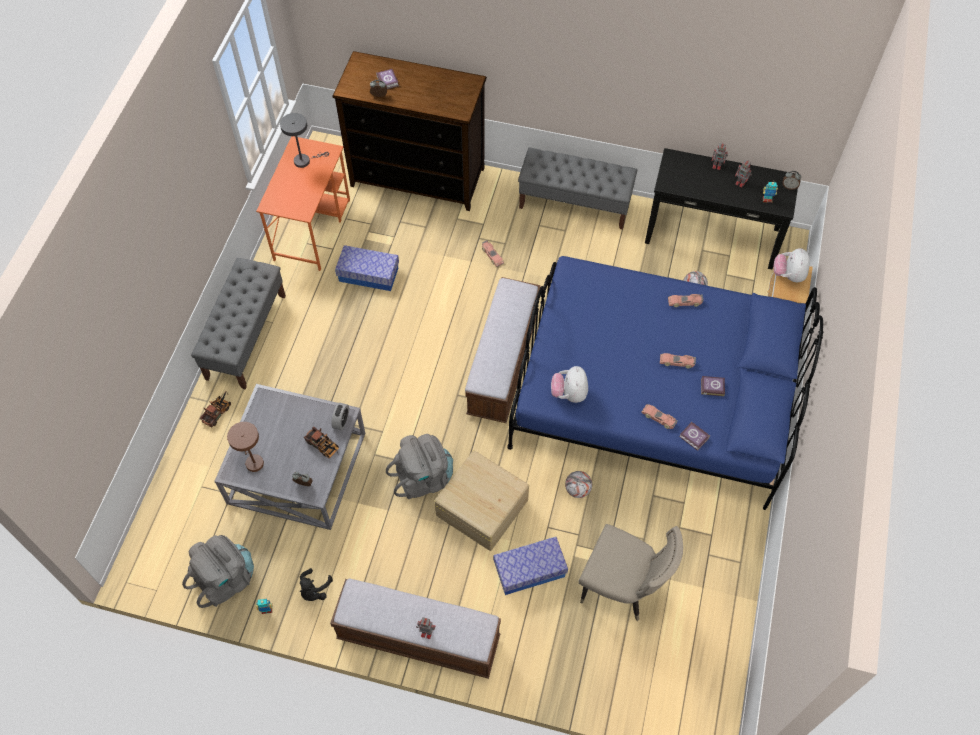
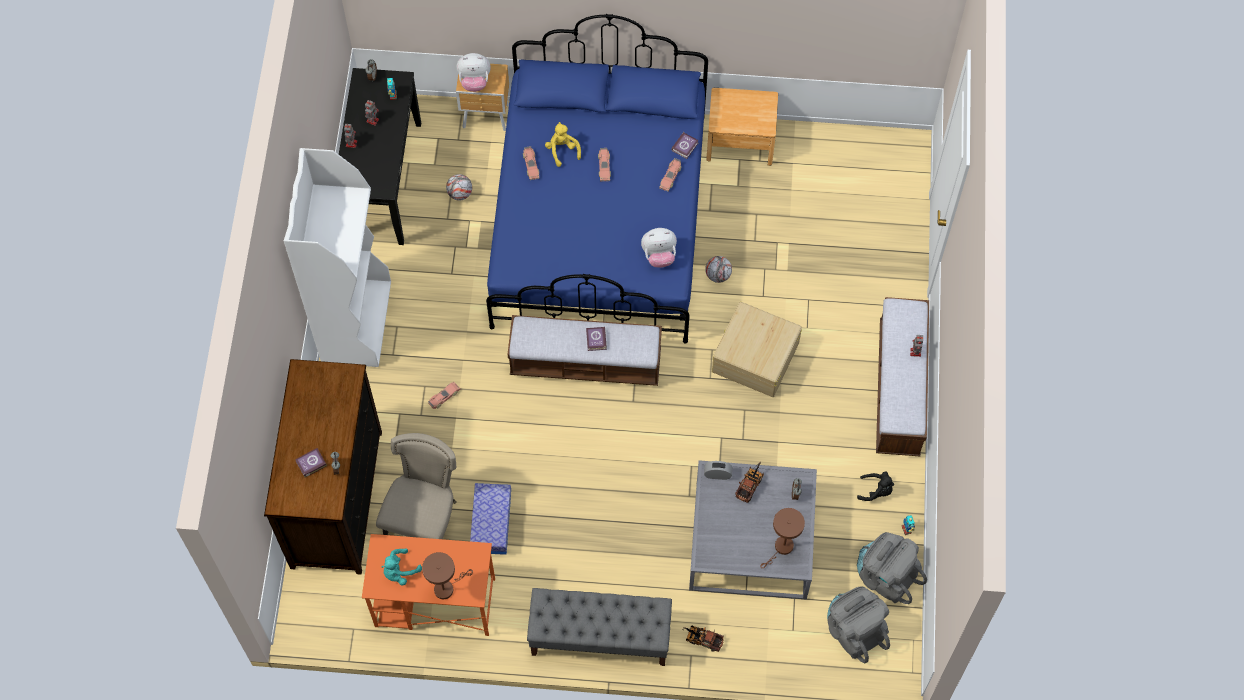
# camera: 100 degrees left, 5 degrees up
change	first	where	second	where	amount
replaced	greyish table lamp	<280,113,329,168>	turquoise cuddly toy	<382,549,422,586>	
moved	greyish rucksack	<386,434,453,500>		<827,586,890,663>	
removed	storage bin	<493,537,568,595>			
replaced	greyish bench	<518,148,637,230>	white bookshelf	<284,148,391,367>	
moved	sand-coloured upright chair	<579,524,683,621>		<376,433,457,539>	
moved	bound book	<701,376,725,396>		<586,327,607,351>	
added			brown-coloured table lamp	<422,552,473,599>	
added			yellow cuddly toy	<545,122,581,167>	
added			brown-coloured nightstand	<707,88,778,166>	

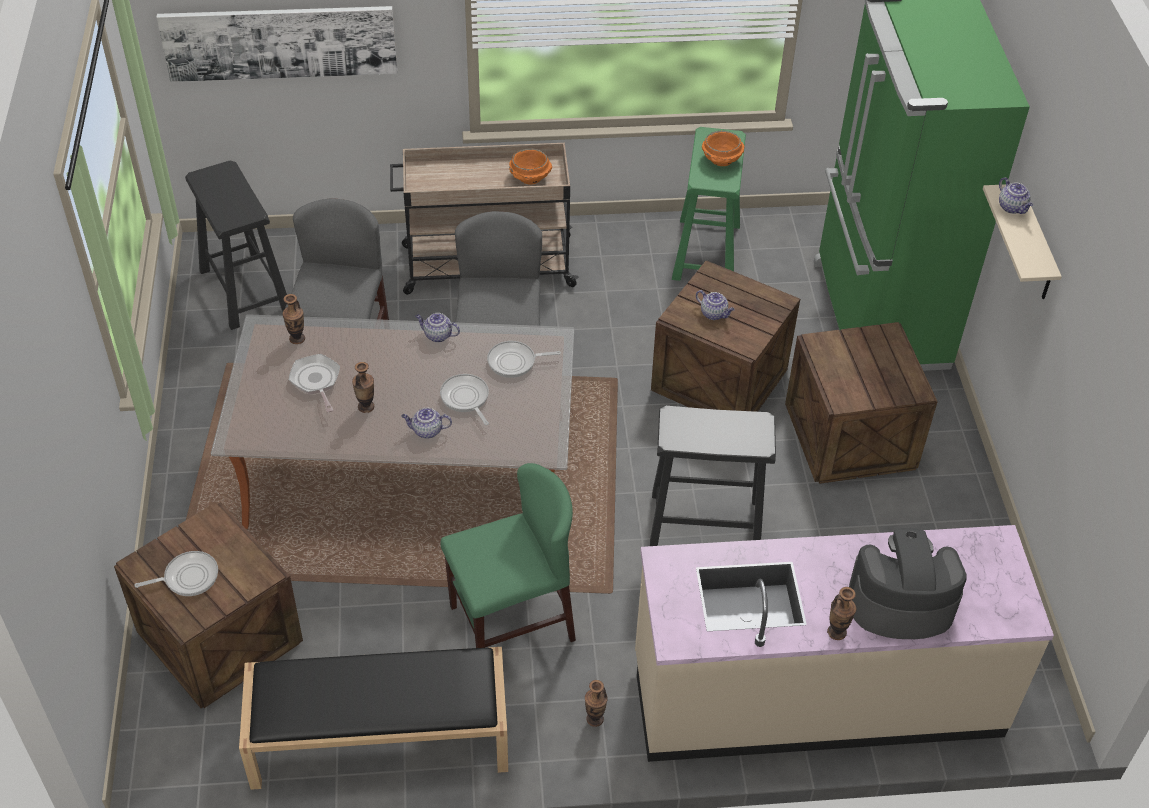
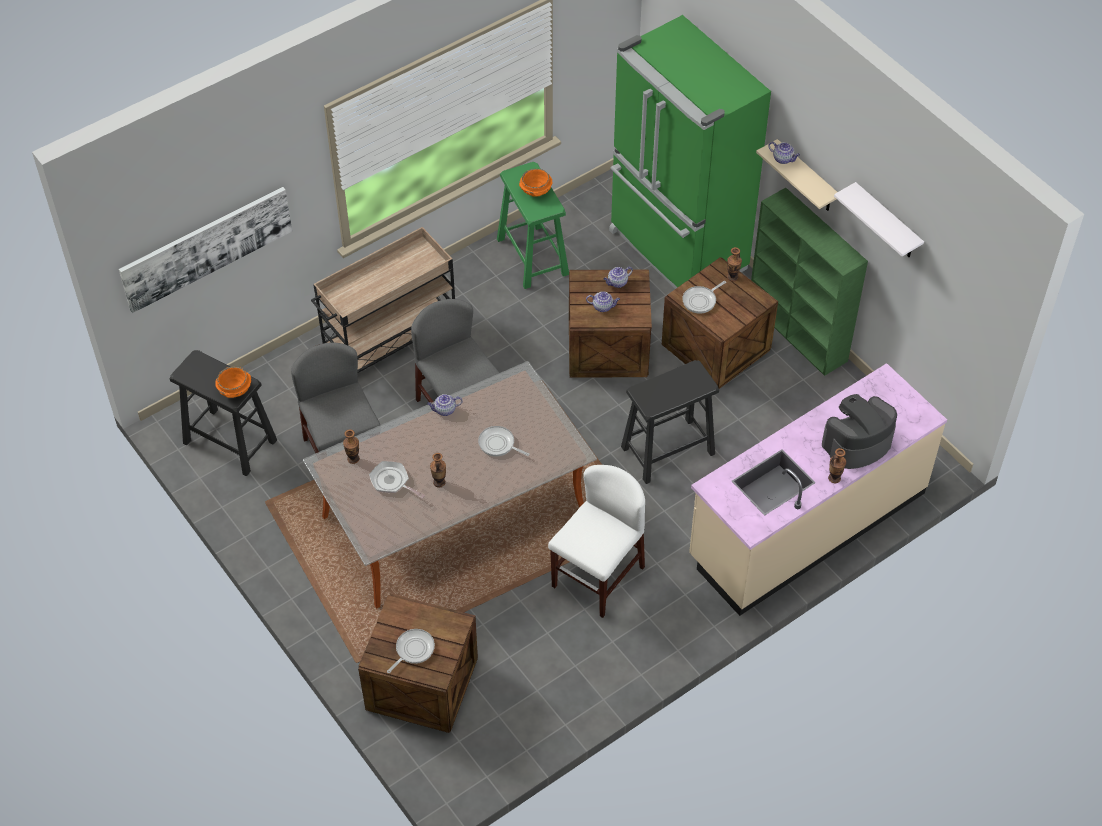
# camera: 30 degrees left, 5 degrees up
change	first	where	second	where	amount
removed	black-coloured bench	<239,647,508,790>			
moved	teapot	<401,407,452,439>		<604,267,633,288>	
recoloured	green-coloured upright chair	<440,463,576,648>	white upright chair	<548,465,645,618>	
moved	pan	<487,341,561,378>		<682,281,726,313>	
moved	orange deep dish	<509,148,552,184>		<215,367,251,398>	
moved	decorative vase	<585,680,608,727>		<727,247,742,282>	
added			green-coloured bookshelf	<751,188,868,376>	
added			white bracket shelf	<834,182,924,257>	

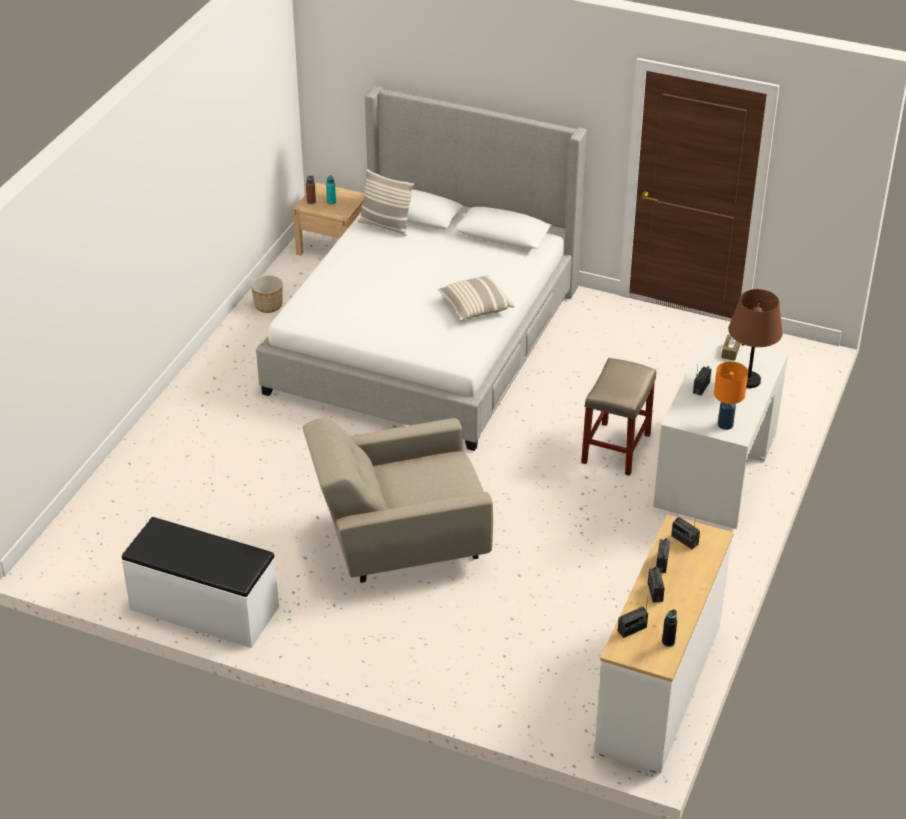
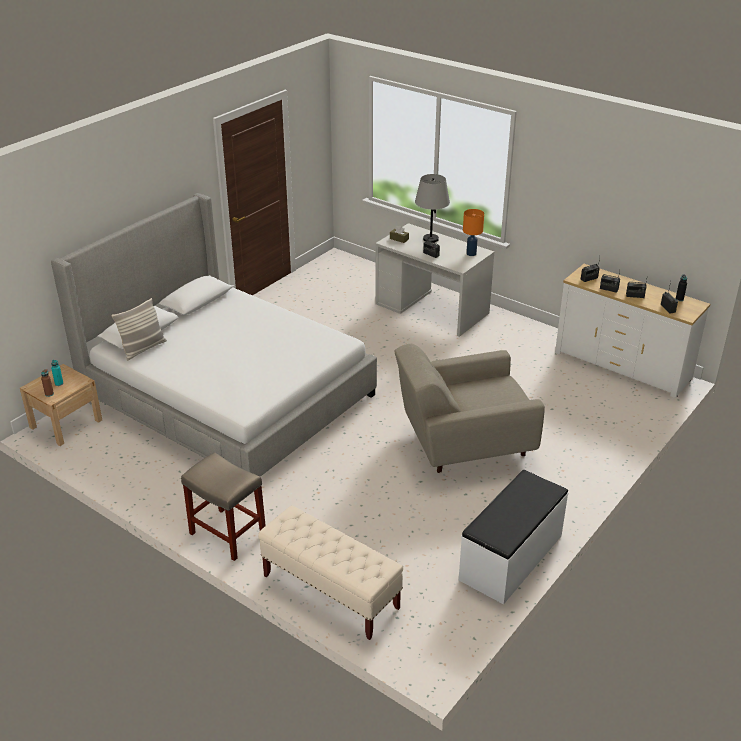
# camera: 75 degrees left, 5 degrees down
change	first	where	second	where	amount
removed	flower pot	<251,275,283,313>			
turned	sand-coloured easy chair	<303,418,493,583>		<395,344,545,473>	75 degrees clockwise
removed	throw pillow	<437,275,515,321>			
moved	sand-coloured sitting stool	<581,358,656,476>		<181,452,266,561>	
recoloured	brown-coloured table lamp	<728,289,783,388>	greyish table lamp	<415,174,450,243>	
added			sand-coloured bench	<258,506,403,640>	

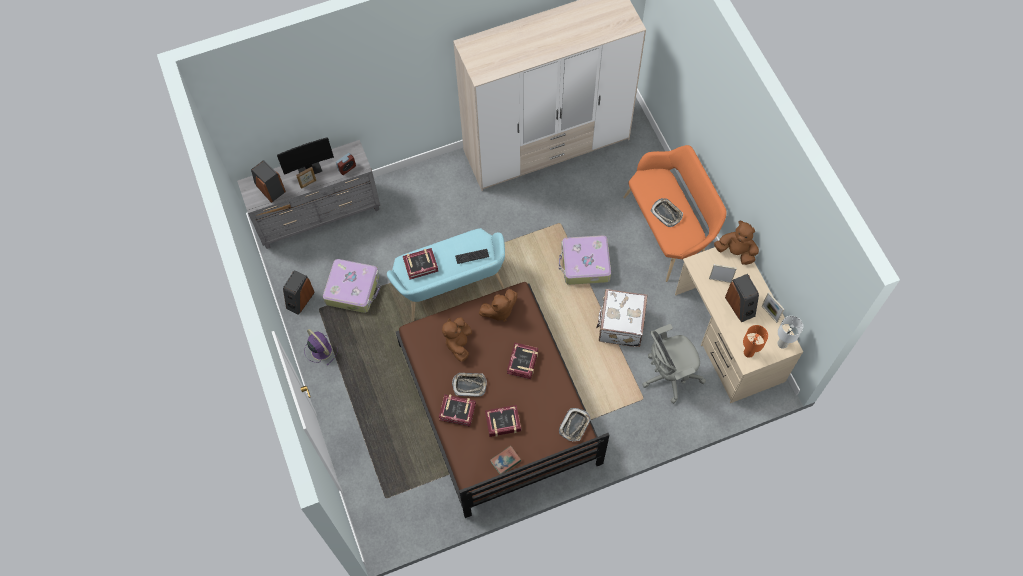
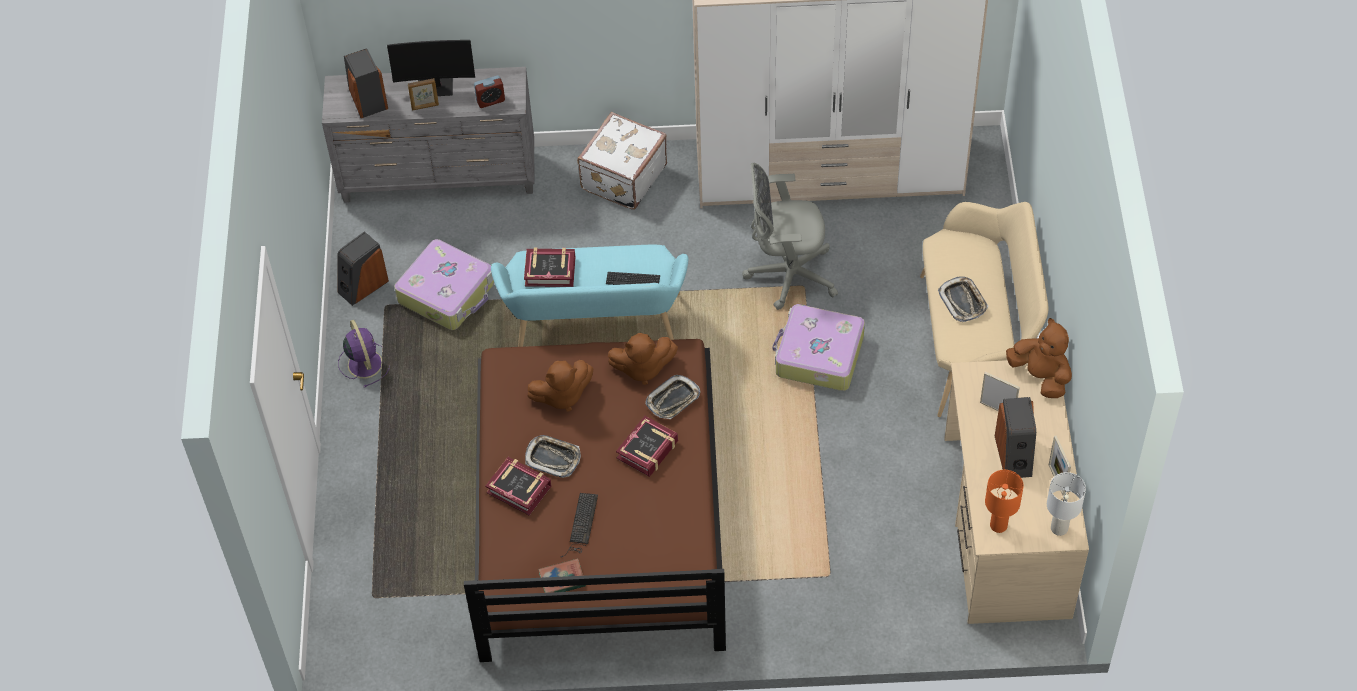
# camera: 20 degrees right, 10 degrees down
change	first	where	second	where	amount
turned	brown-coloured cuddly toy	<442,317,472,362>		<527,360,593,412>	135 degrees counterclockwise
replaced	bound book	<485,405,521,437>	computer keyboard	<561,493,598,557>	
moved	carrying tray	<559,408,591,441>		<645,375,701,419>	
moved	white suitcase	<596,289,648,347>		<577,112,667,210>	
recoloured	orange bench	<623,145,727,282>	sand-coloured bench	<920,202,1048,417>	
moved	greyish office chair	<642,324,706,404>		<742,163,838,310>	

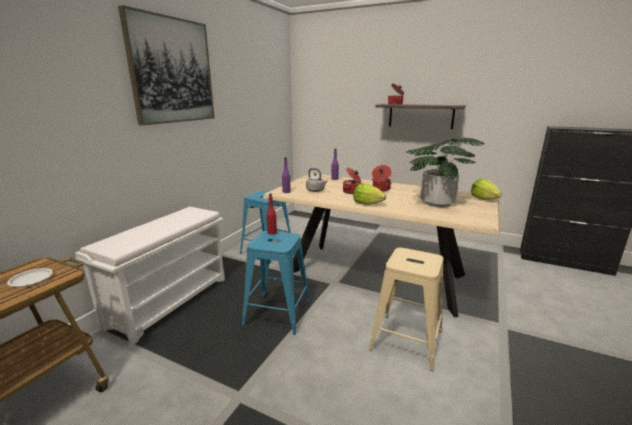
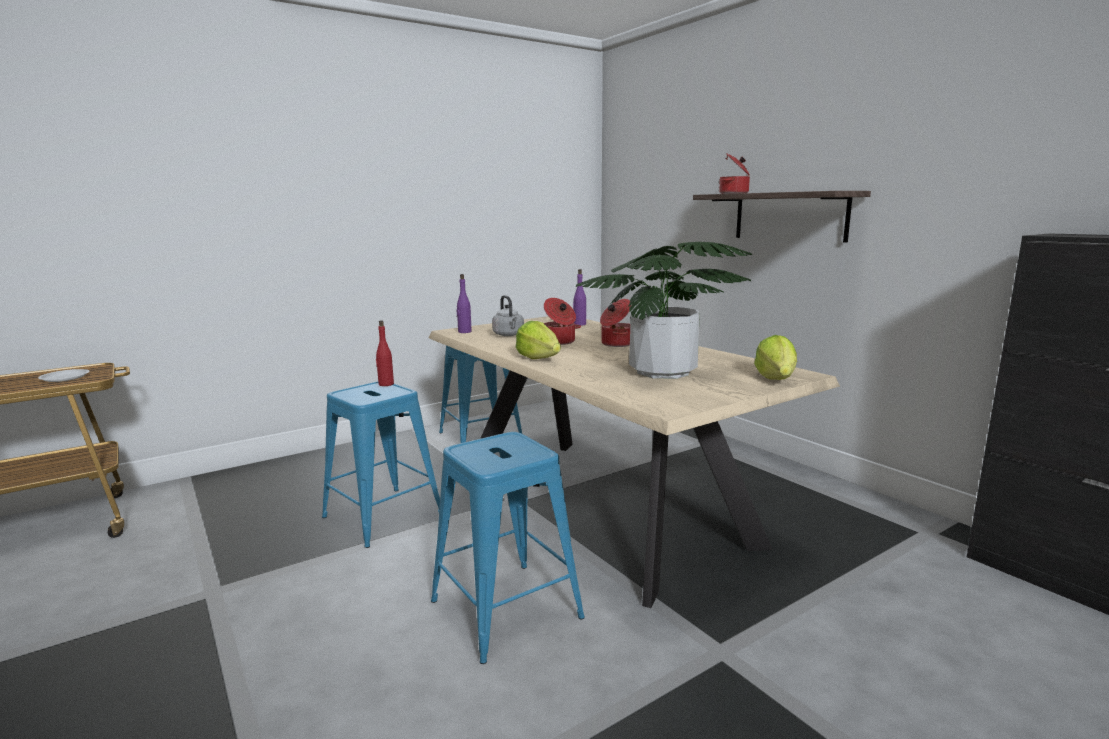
# camera: 30 degrees right, 5 degrees down
change	first	where	second	where	amount
removed	white bench	<75,207,225,346>			
removed	wall art	<118,5,215,126>			
recoloured	sand-coloured sitting stool	<369,247,443,371>	bluish sitting stool	<431,432,585,664>	

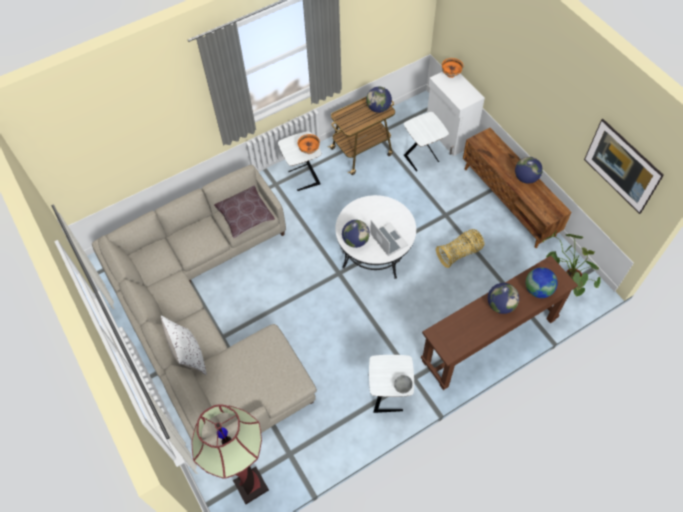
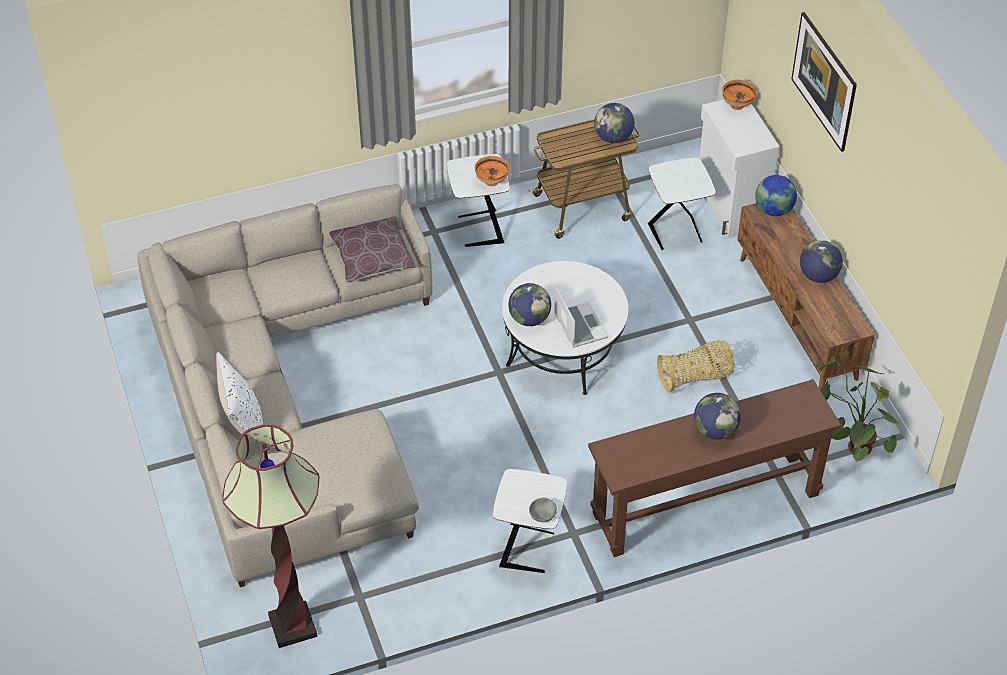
# camera: 10 degrees right, 10 degrees down
change	first	where	second	where	amount
moved	desk globe	<526,267,558,298>		<755,175,797,216>	
moved	wall art	<584,119,664,214>		<791,12,857,152>	

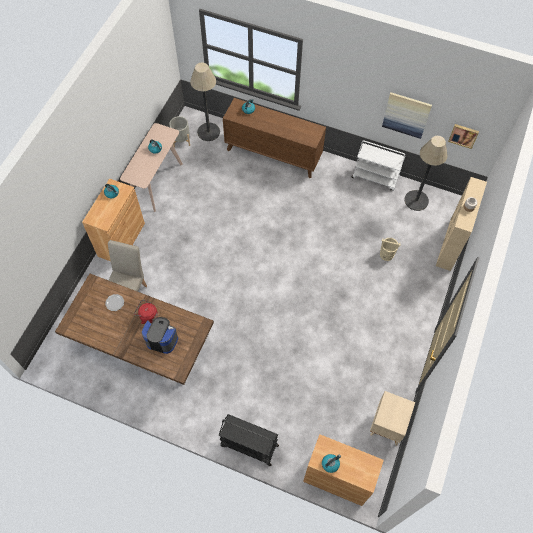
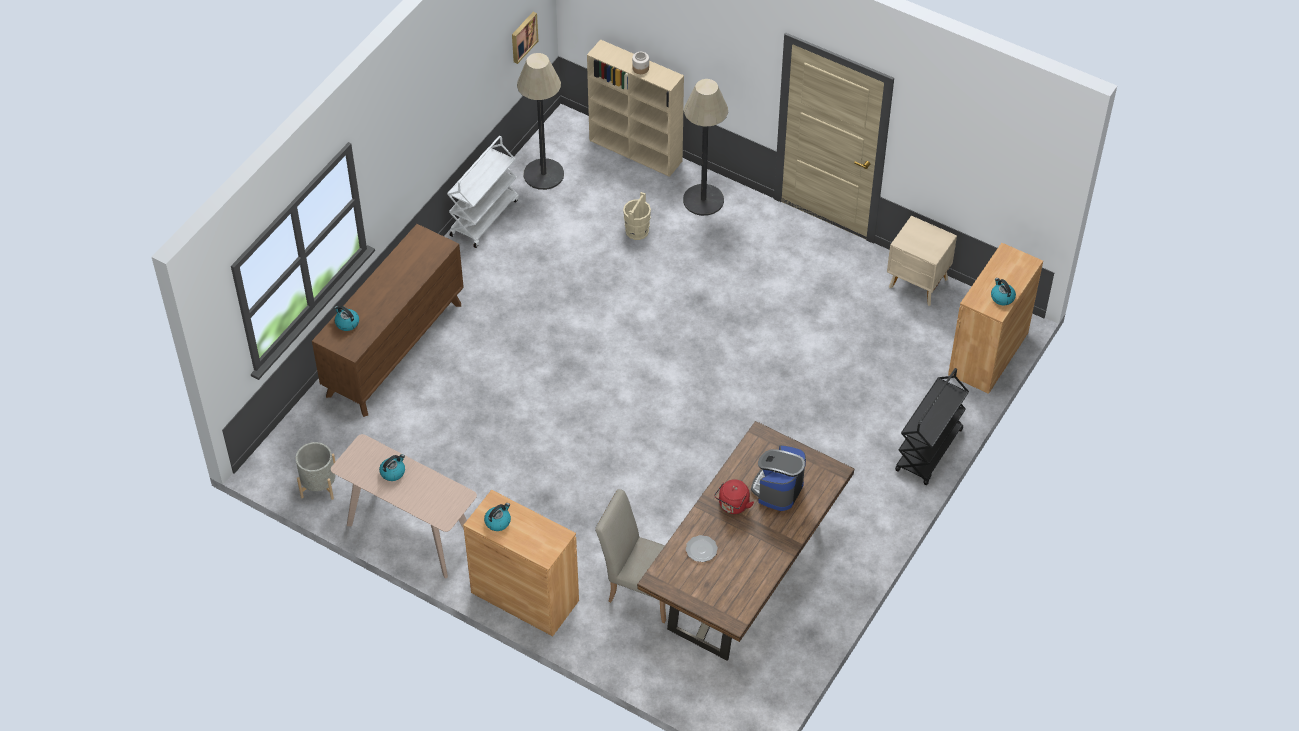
# camera: 80 degrees left, 10 degrees down
change	first	where	second	where	amount
moved	standing lamp	<190,62,220,141>		<683,79,728,216>	
removed	wall art	<382,92,432,139>			

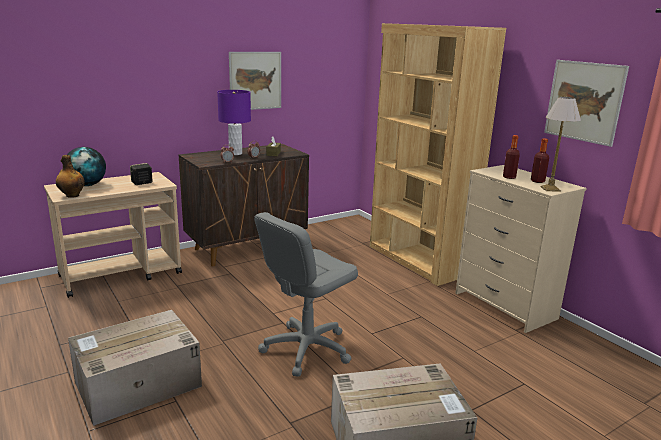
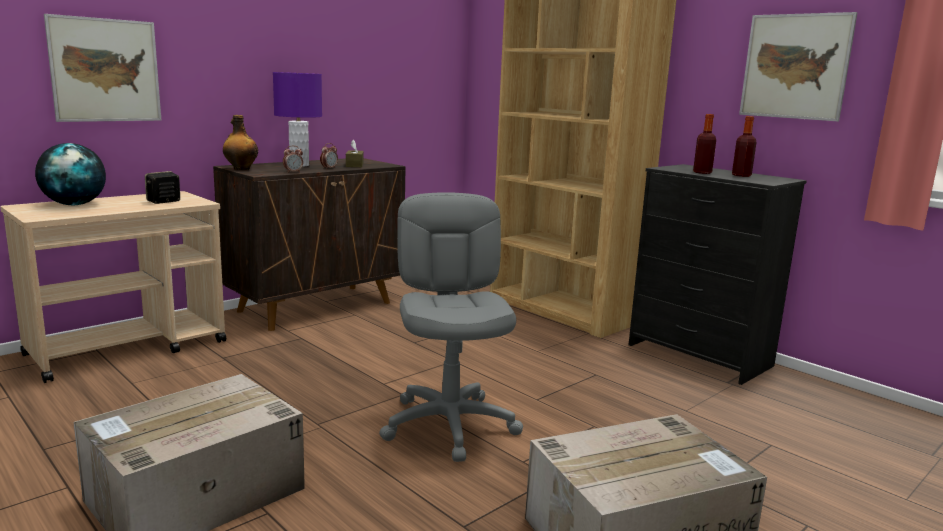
# camera: 10 degrees left, 5 degrees down
change	first	where	second	where	amount
moved	drink bottle	<56,155,85,198>		<223,115,258,170>	
moved	wall art	<229,52,281,110>		<44,14,162,122>	
turned	greyish office chair	<254,212,358,377>		<379,192,523,462>	135 degrees clockwise
recoloured	sand-coloured dresser	<455,165,587,333>	black-coloured dresser	<629,164,807,385>	
removed	table lamp	<540,97,581,192>			

